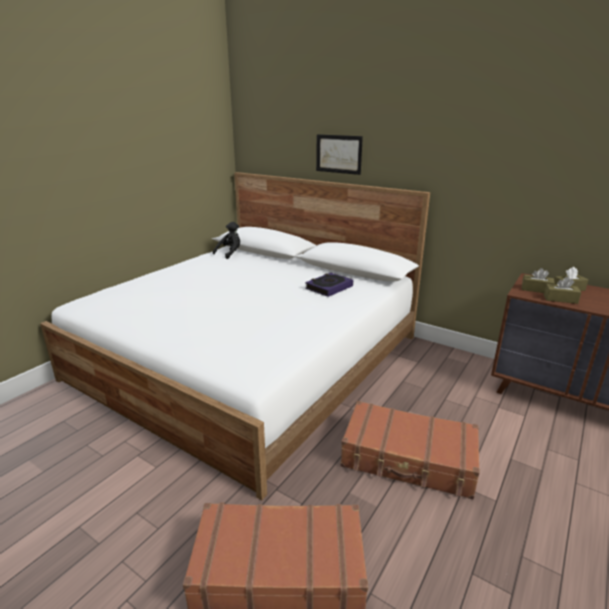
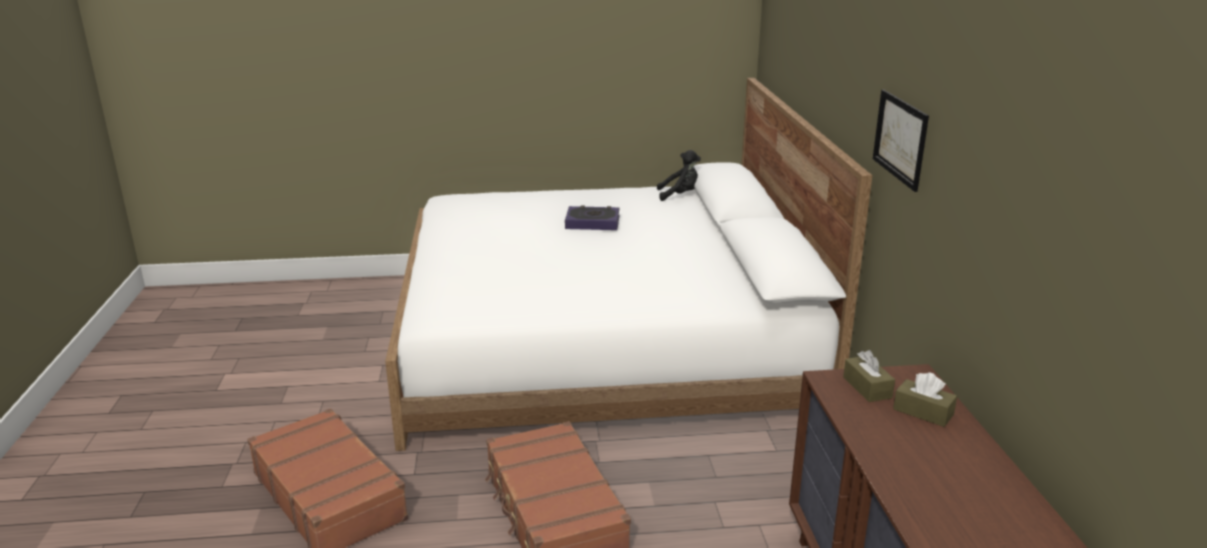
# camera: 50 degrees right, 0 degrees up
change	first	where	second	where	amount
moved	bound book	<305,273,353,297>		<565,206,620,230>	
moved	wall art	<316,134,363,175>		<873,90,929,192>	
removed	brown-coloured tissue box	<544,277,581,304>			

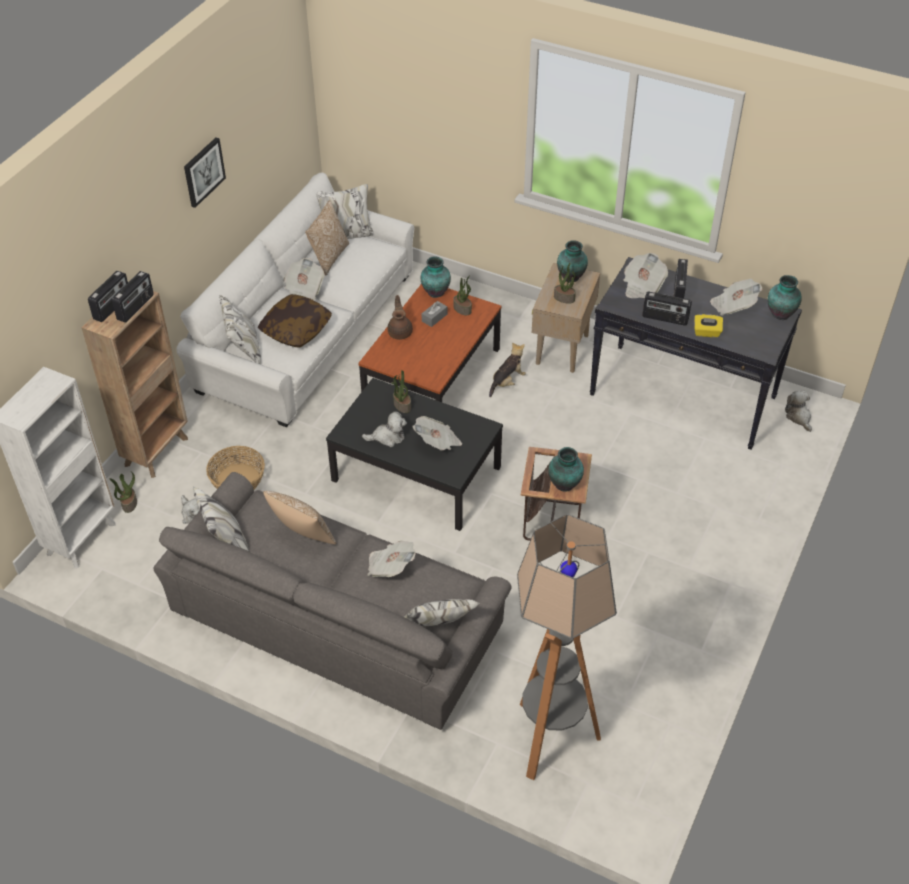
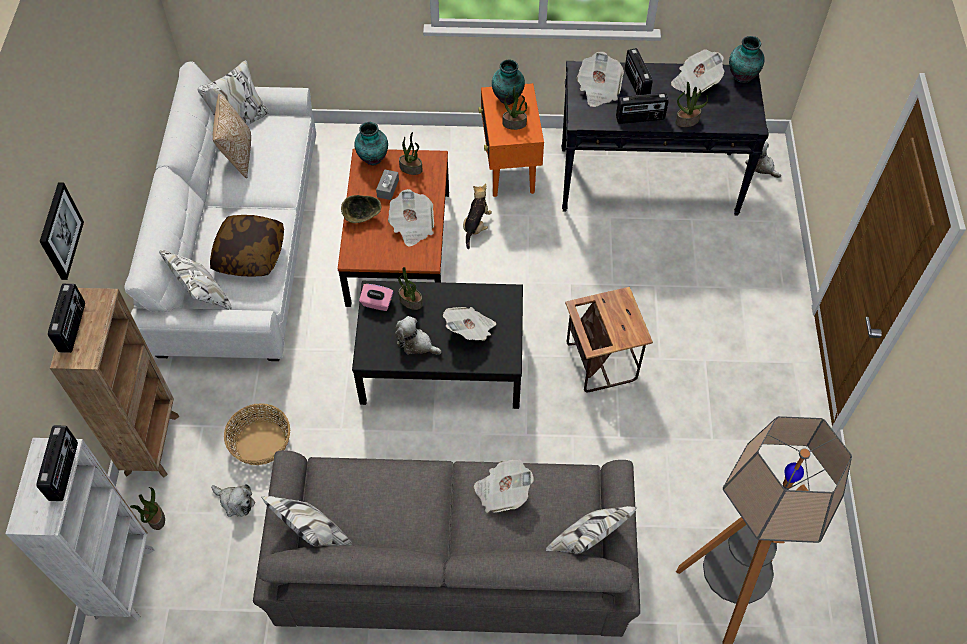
# camera: 25 degrees left, 10 degrees up
change	first	where	second	where	amount
moved	radio receiver	<112,271,154,323>		<36,425,78,501>	
moved	wall art	<184,137,226,208>		<40,182,84,280>	
removed	throw pillow	<263,491,336,544>			
moved	daily paper	<284,258,325,300>		<388,189,434,247>	
turned	cuddly toy	<362,411,407,447>		<395,316,441,354>	120 degrees counterclockwise
replaced	brown-coloured teapot	<387,295,413,340>	deep dish	<341,195,382,223>	
recoloured	sand-coloured side table	<532,263,600,373>	orange side table	<478,83,544,197>	
removed	decorative vase	<548,447,584,491>			
replaced	yellow tissue box	<694,314,723,338>	potted plant	<675,82,708,127>	
added			pink tissue box	<359,284,393,311>	

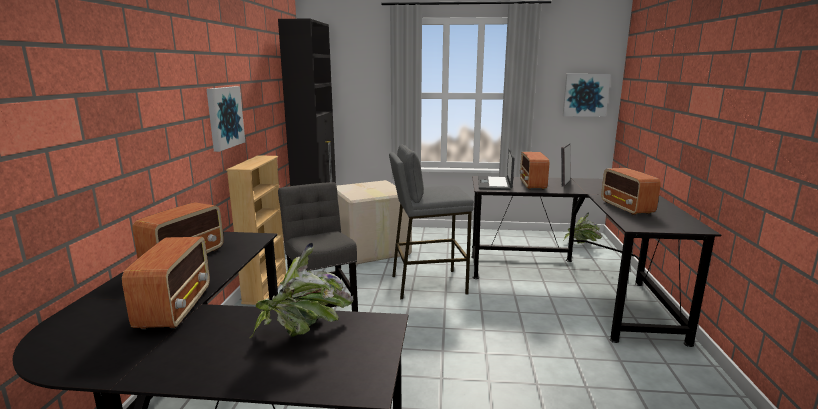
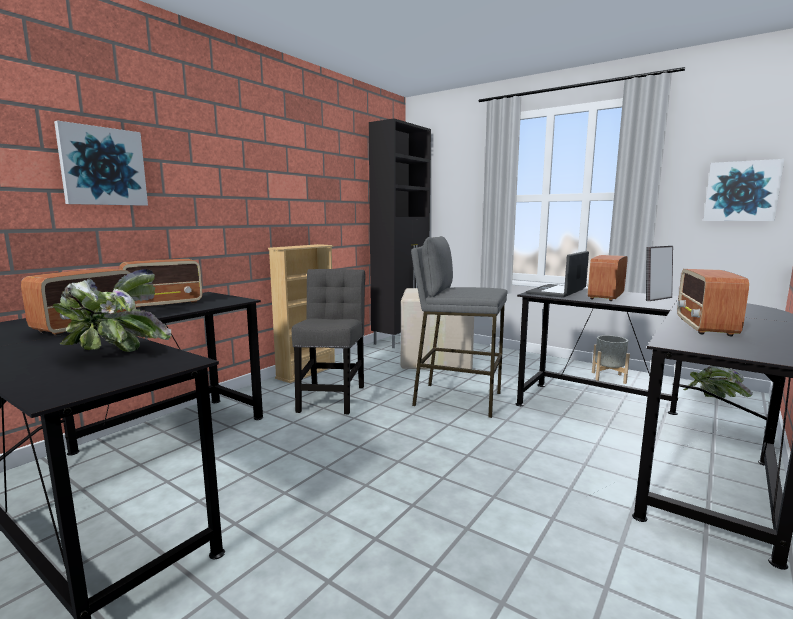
# camera: 30 degrees right, 5 degrees down
change	first	where	second	where	amount
moved	wall art	<206,86,245,152>		<54,121,148,206>	
added			greyish flower pot	<592,335,630,384>	

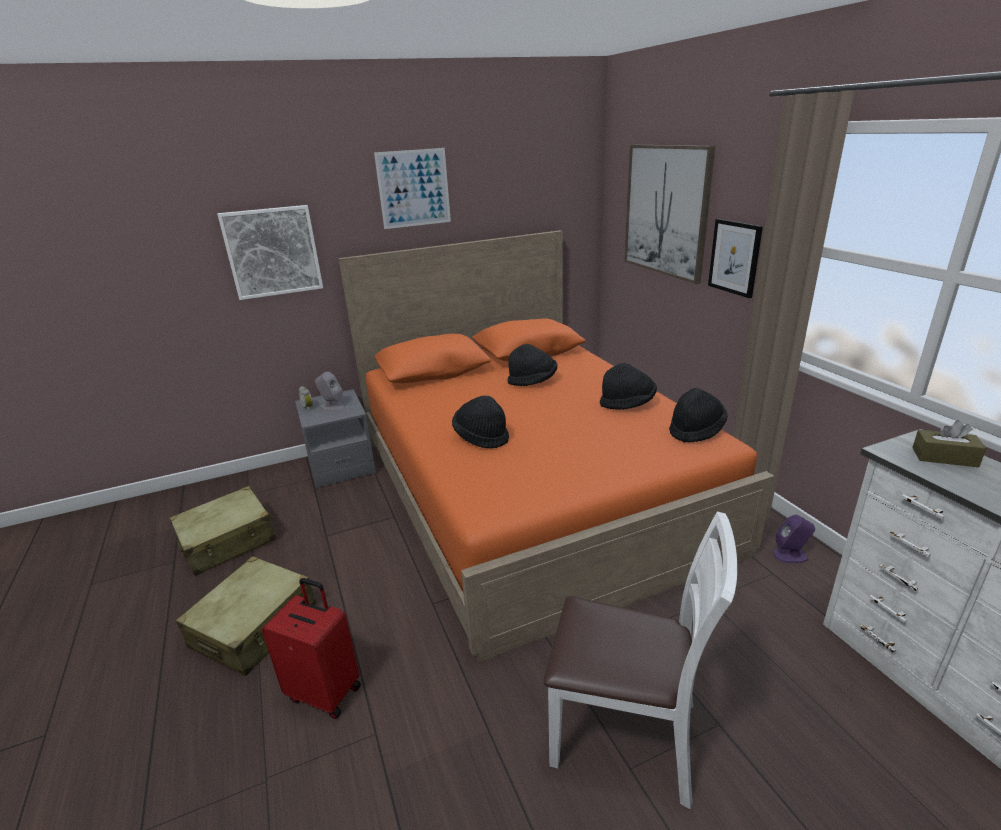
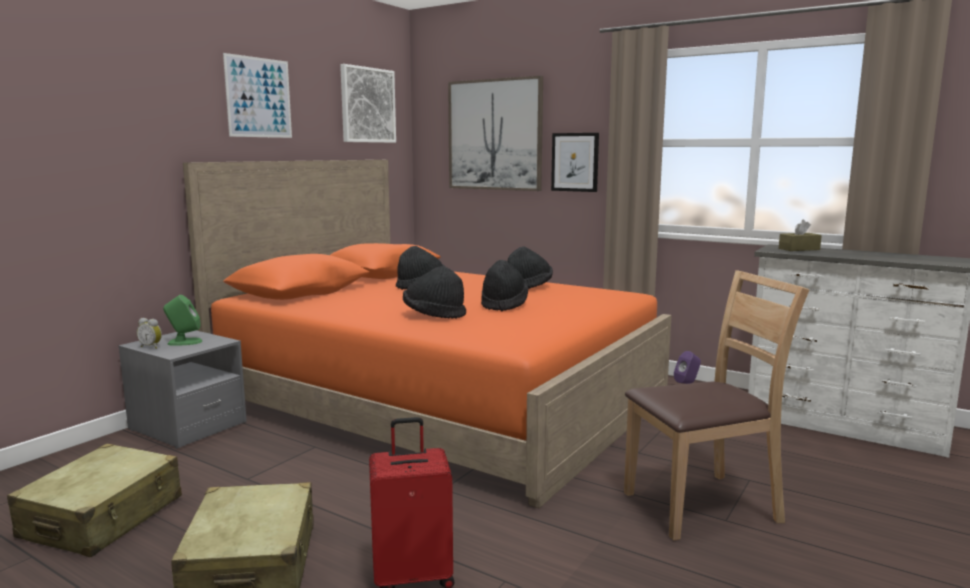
# camera: 35 degrees left, 15 degrees down
change	first	where	second	where	amount
moved	wall art	<217,205,323,300>		<340,64,396,143>	
recoloured	greyish audio speaker	<315,372,345,412>	green-coloured audio speaker	<163,295,202,346>	
recoloured	white upright chair	<544,512,737,809>	brown-coloured upright chair	<624,270,810,541>	
moved	black-coloured wearable hat	<669,388,728,443>		<481,260,528,311>	

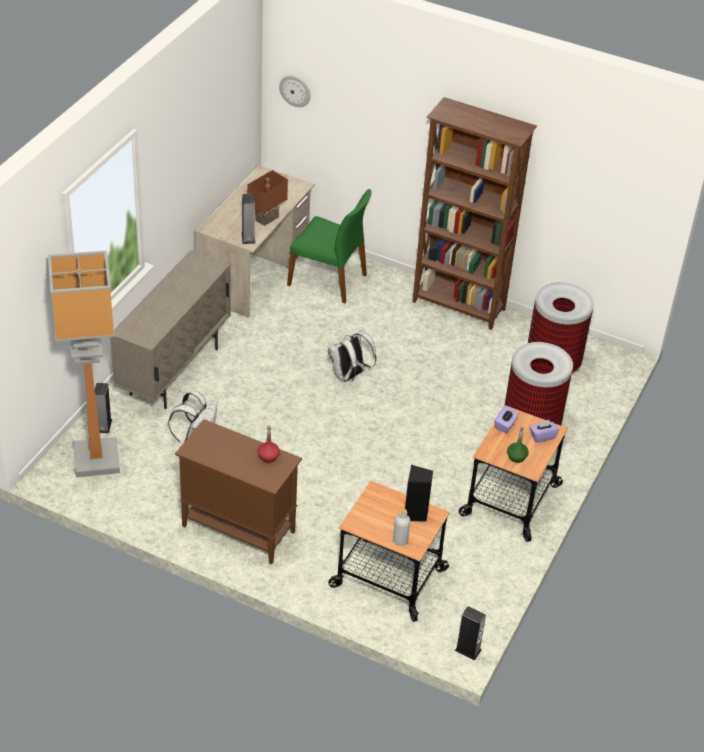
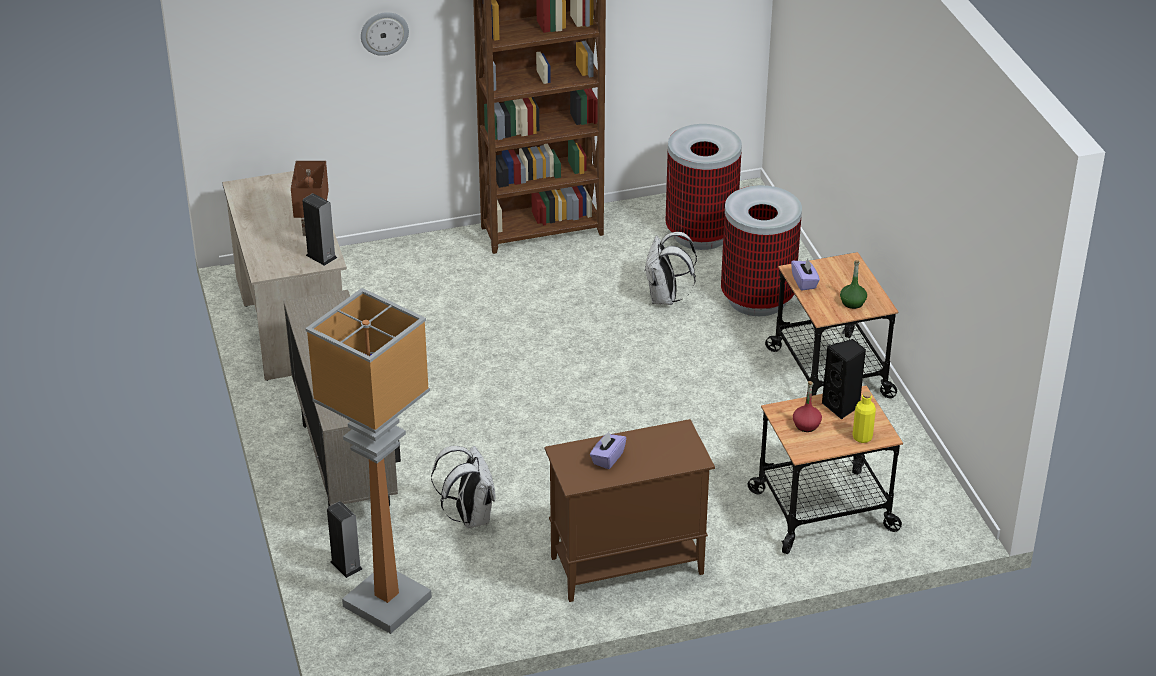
# camera: 40 degrees left, 5 degrees down
change	first	where	second	where	amount
moved	reddish drink bottle	<258,426,280,463>		<793,381,822,432>	
moved	hanging clock	<279,76,311,107>		<361,12,409,56>	
removed	green-coloured upright chair	<287,189,371,303>			
moved	white rucksack	<328,330,376,382>		<644,232,697,305>	
recoloured	greyish drink bottle	<393,509,410,545>	yellow drink bottle	<852,391,876,443>	
removed	audio speaker	<455,606,486,660>			
moved	purple-coloured tissue box	<529,420,559,443>		<590,432,626,469>	

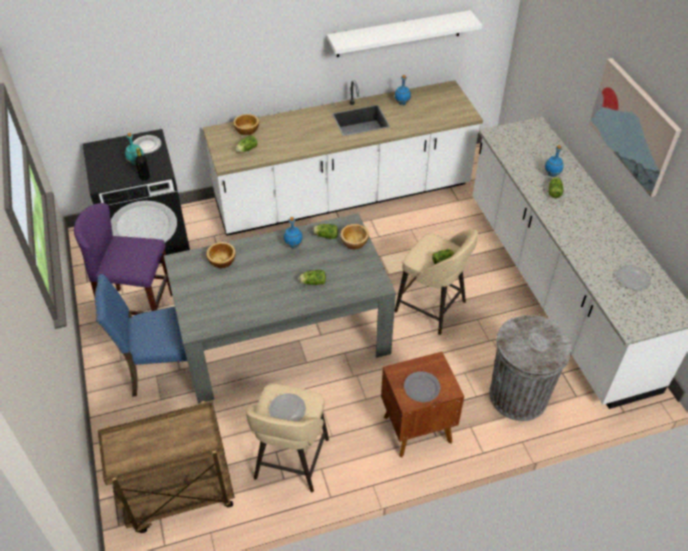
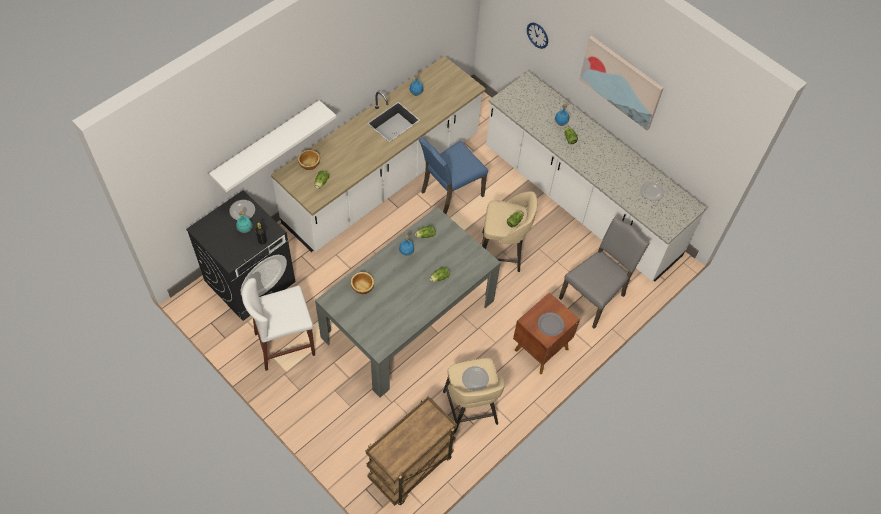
# camera: 30 degrees left, 10 degrees up
change	first	where	second	where	amount
recoloured	purple-coloured sitting stool	<74,203,172,315>	white sitting stool	<242,278,315,371>	
moved	bluish upright chair	<95,274,187,397>		<418,137,488,214>	
moved	white bracket shelf	<327,10,482,57>		<209,100,336,192>	
removed	deep dish	<341,224,369,249>			
replaced	greyish trash can	<490,315,571,421>	greyish upright chair	<559,216,649,329>	
added			hanging clock	<527,23,548,49>	

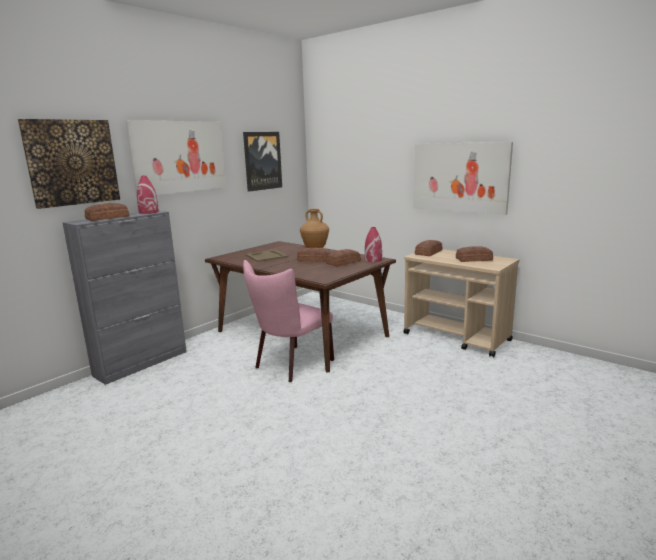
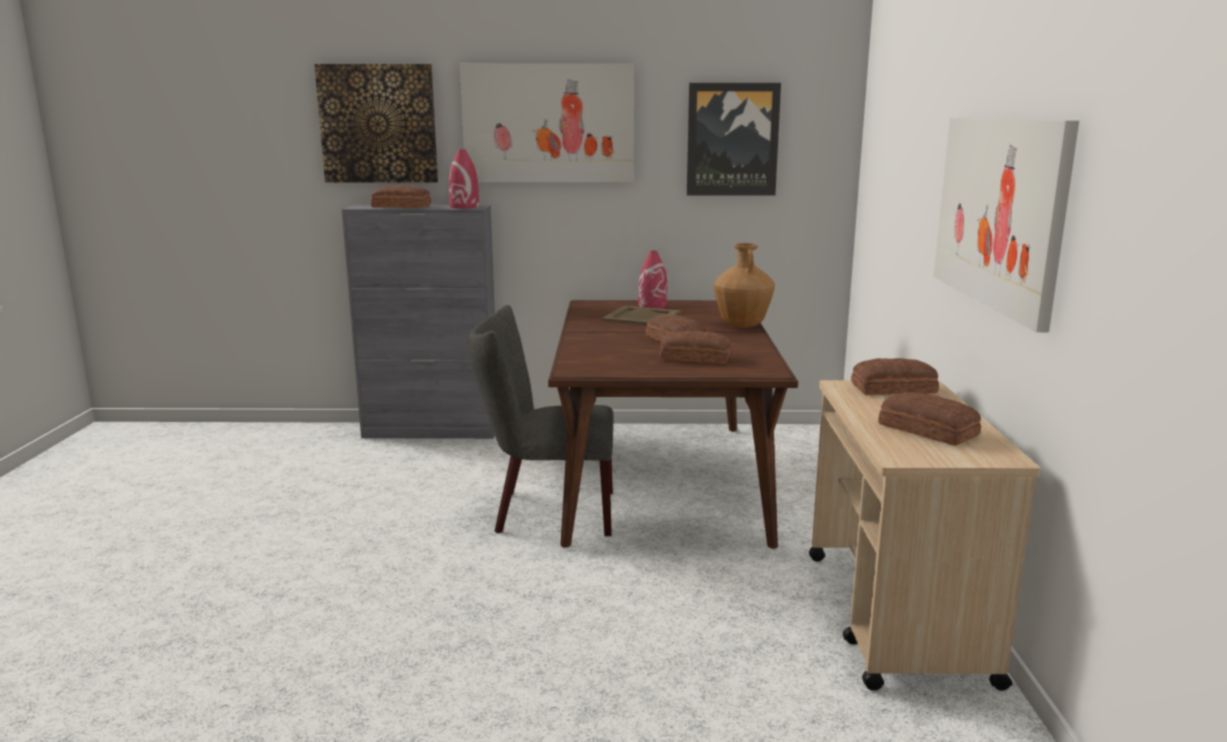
# camera: 50 degrees right, 0 degrees up
change	first	where	second	where	amount
recoloured	pink upright chair	<243,260,334,382>	greyish upright chair	<469,305,614,536>	
moved	reddish decorative vase	<365,227,382,262>		<638,251,668,309>	

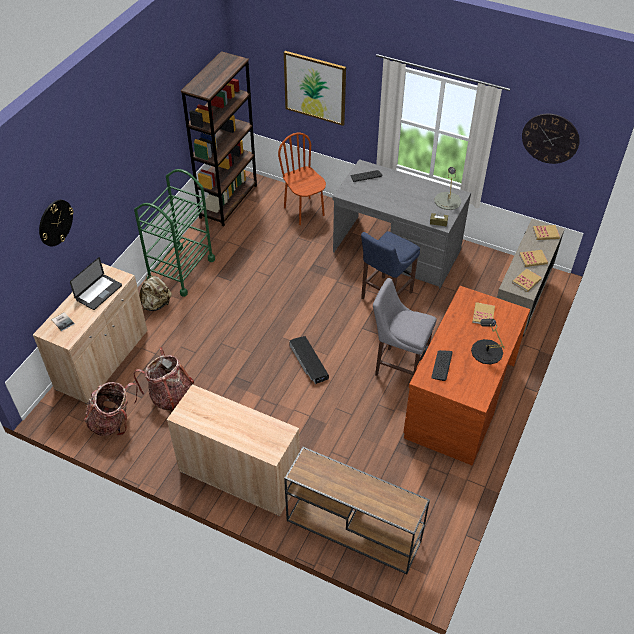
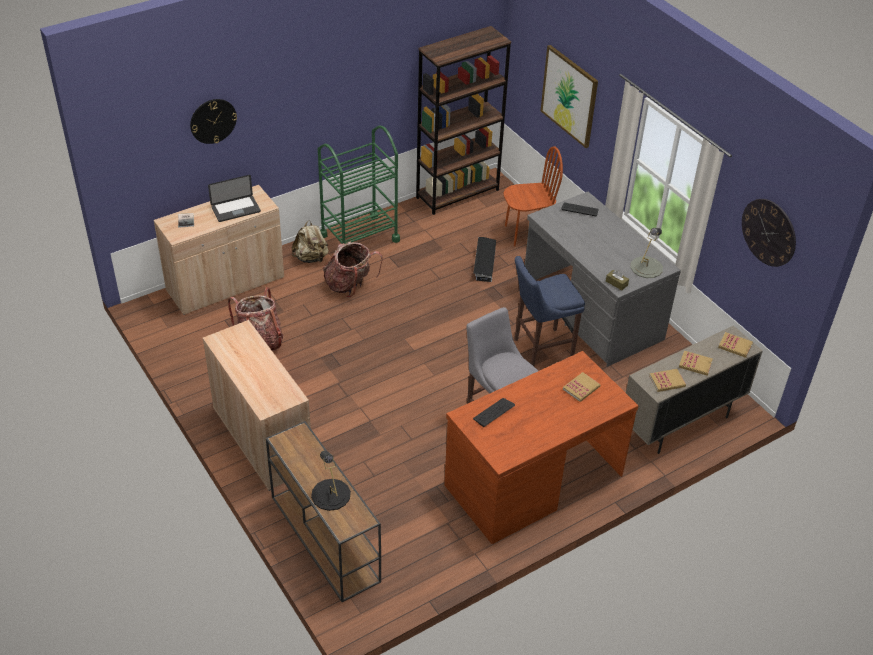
# camera: 30 degrees right, 5 degrees down
change	first	where	second	where	amount
moved	rucksack	<84,382,138,436>		<323,241,383,298>	
turned	brown-coloured upright chair	<278,133,326,225>		<503,146,563,246>	75 degrees clockwise
moved	black-coloured storage bin	<289,336,329,384>		<473,237,496,282>	
moved	black-coloured table lamp	<471,319,505,364>		<311,450,351,511>	

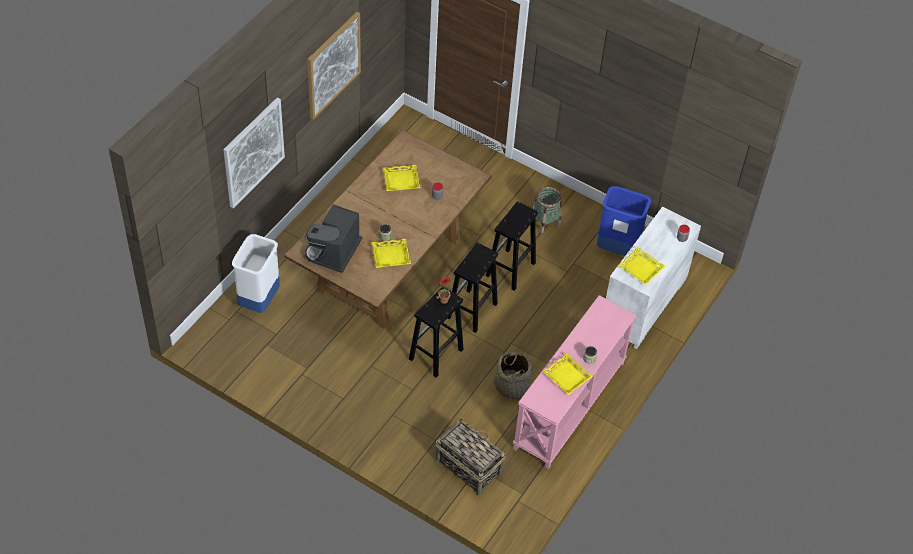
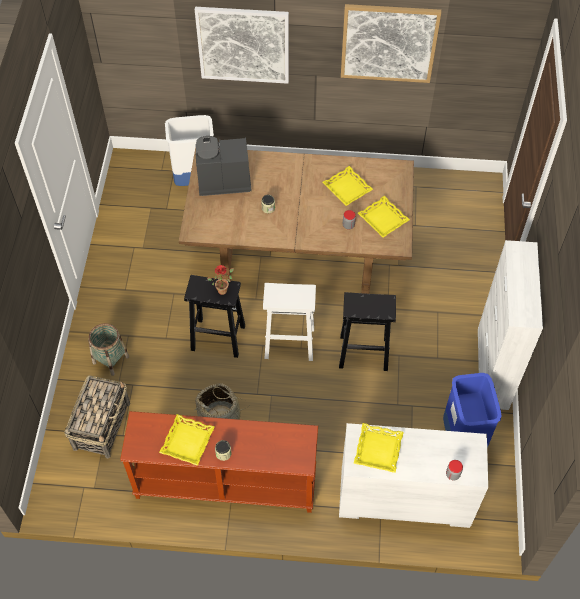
# camera: 65 degrees right, 5 degrees up
change	first	where	second	where	amount
moved	yellow carrying tray	<371,239,411,268>		<358,196,410,237>	
recoloured	black-coloured sitting stool	<447,243,498,333>	white sitting stool	<263,283,316,361>	
recoloured	pink hall table	<513,295,636,469>	brown-coloured hall table	<120,411,318,513>	
moved	storage basket	<533,186,562,233>		<88,323,130,376>	
added			white storage cabinet	<478,240,543,410>	

